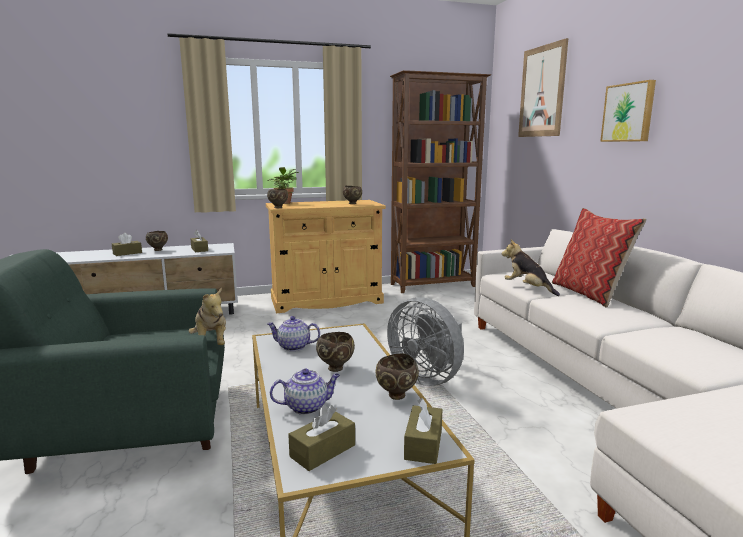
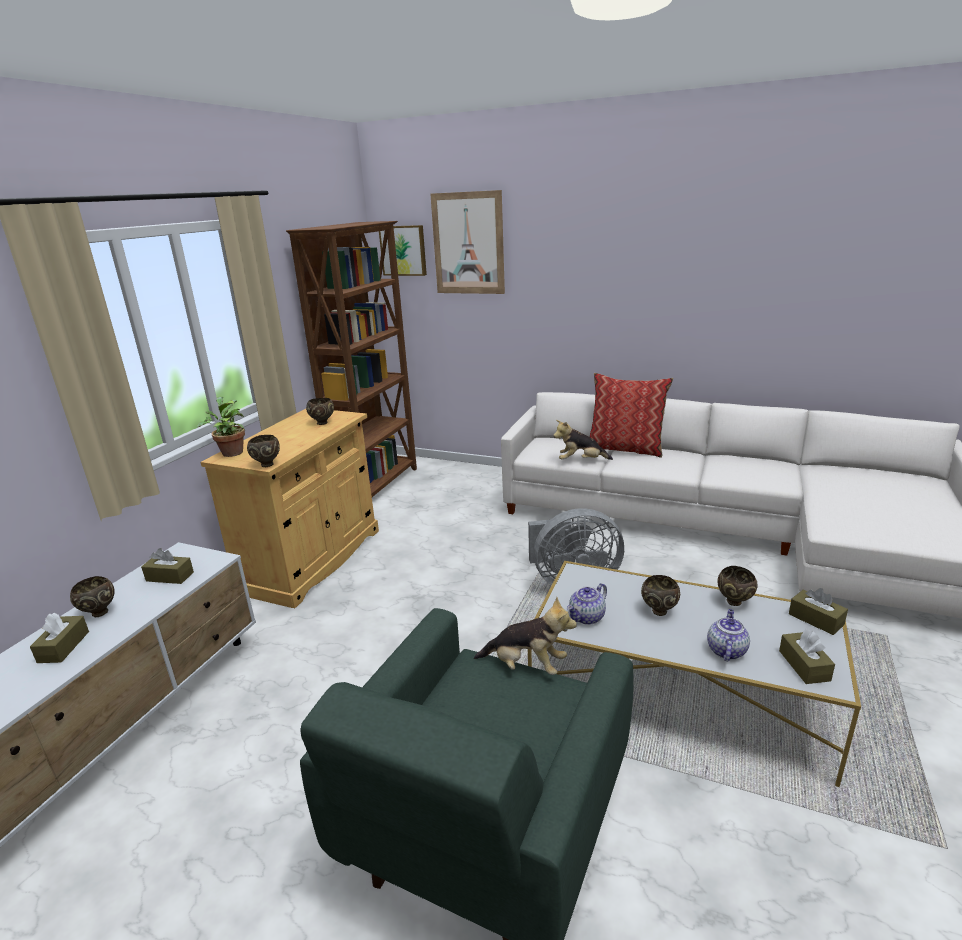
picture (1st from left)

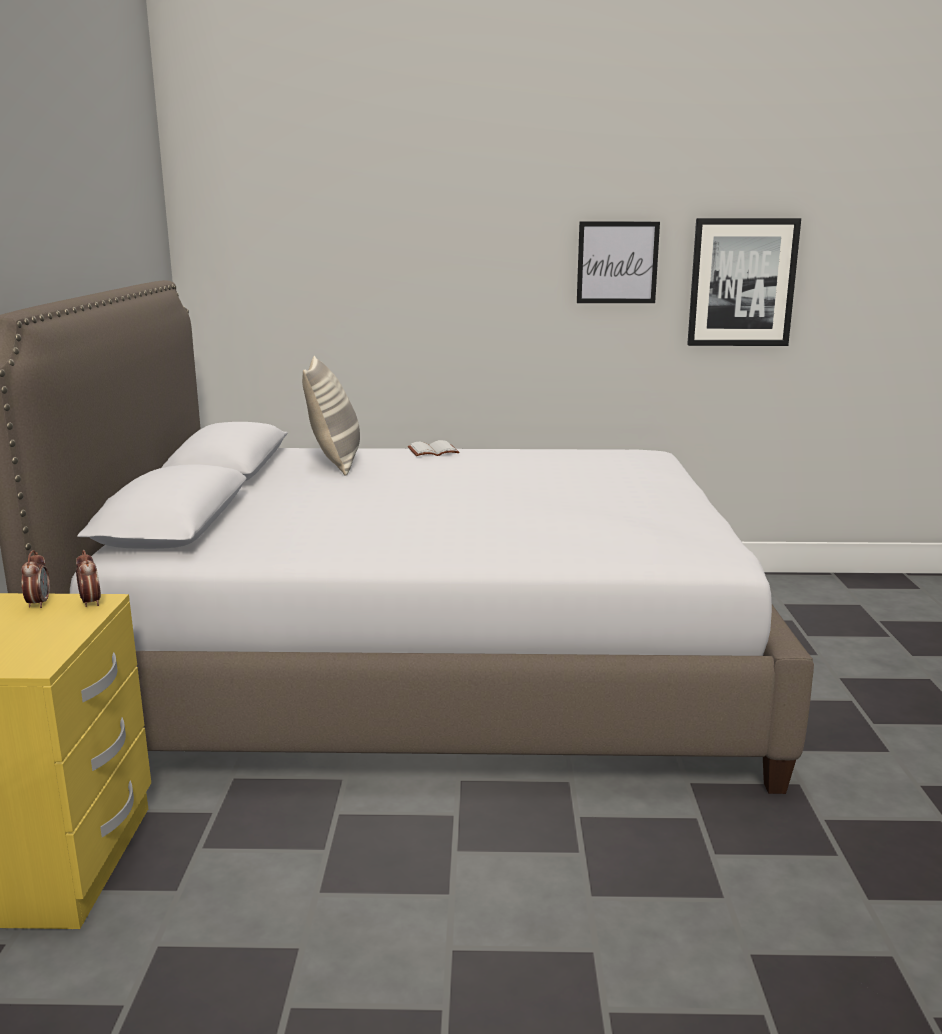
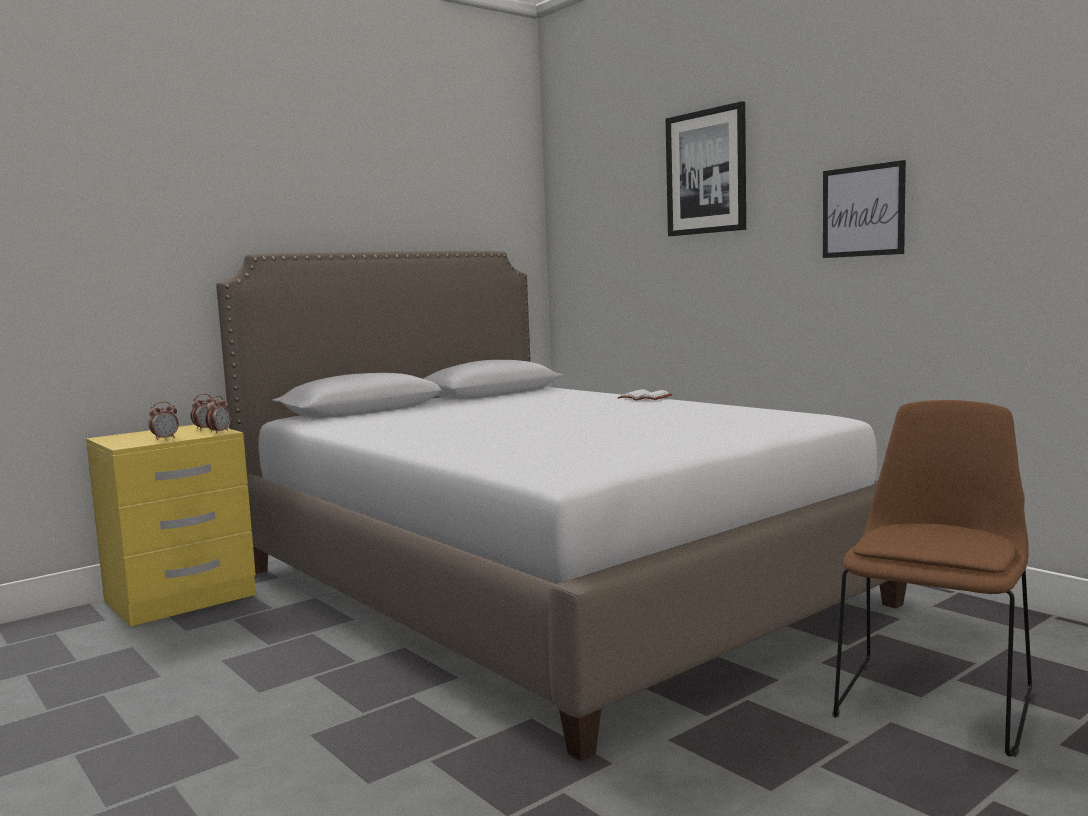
pillow; alarm clock (1st from left); brown chair; picture (1st from left)

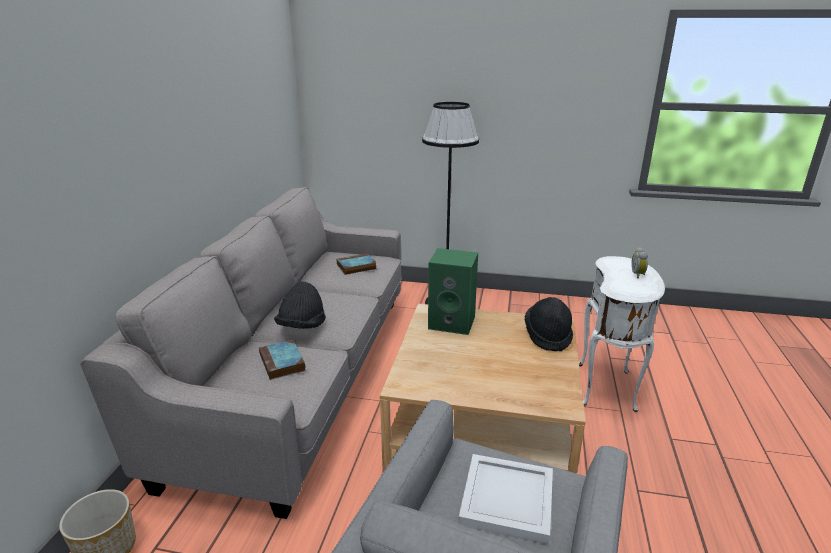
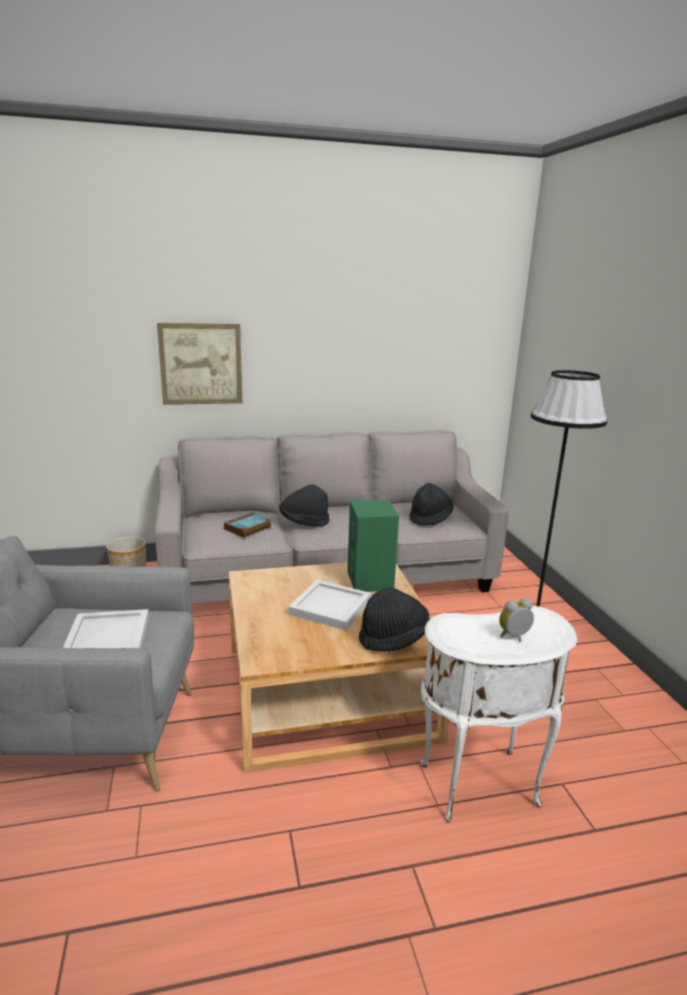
picture; white tray (2nd from left); black hat (3rd from left)

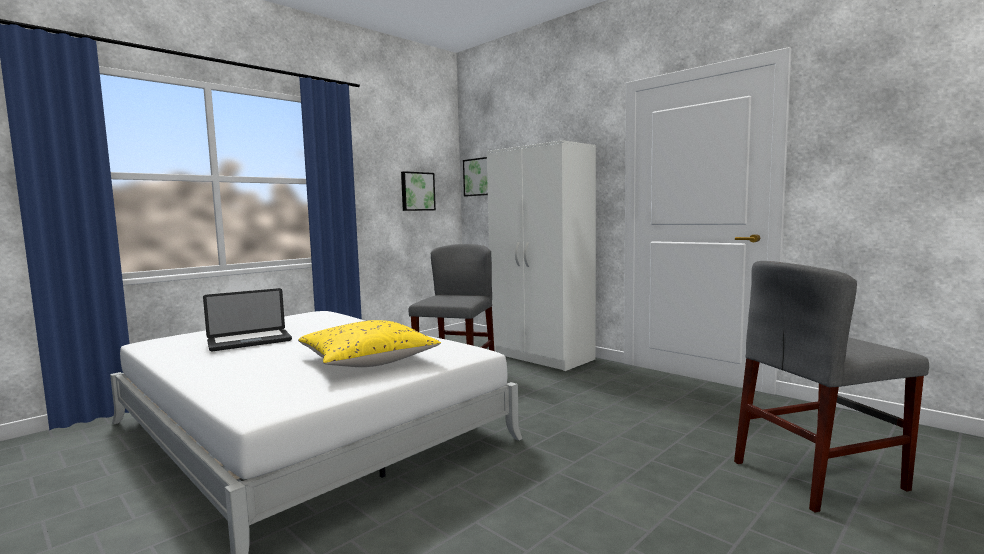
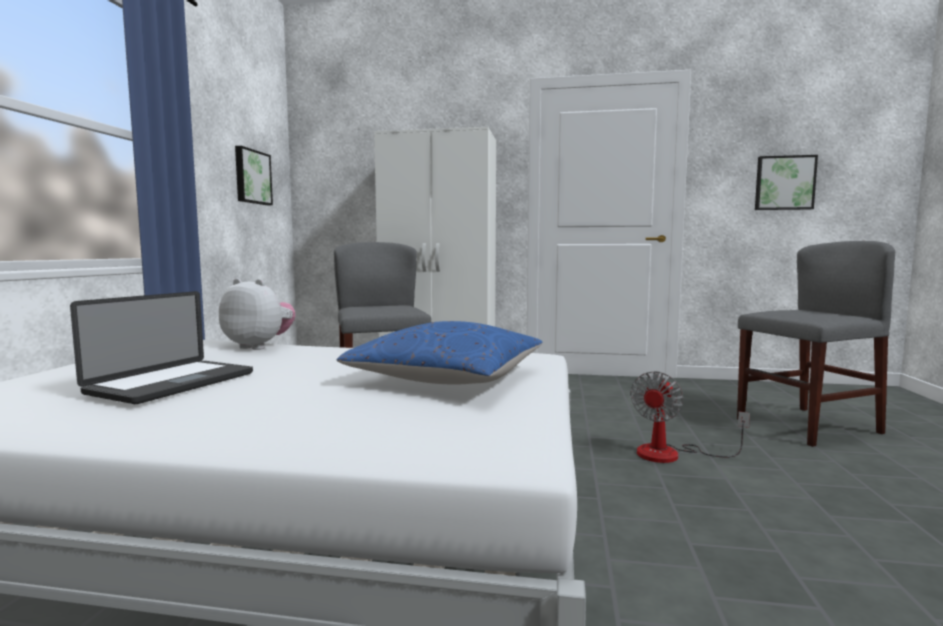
plush toy; fan; picture (2nd from left); blue pillow; grey chair (2nd from left)

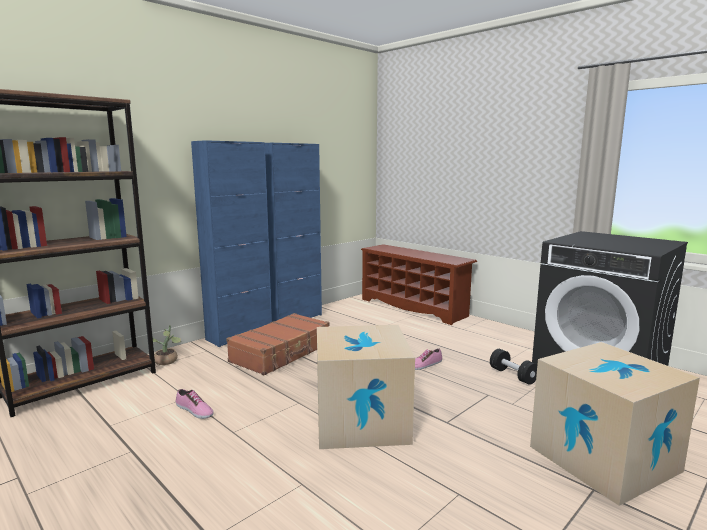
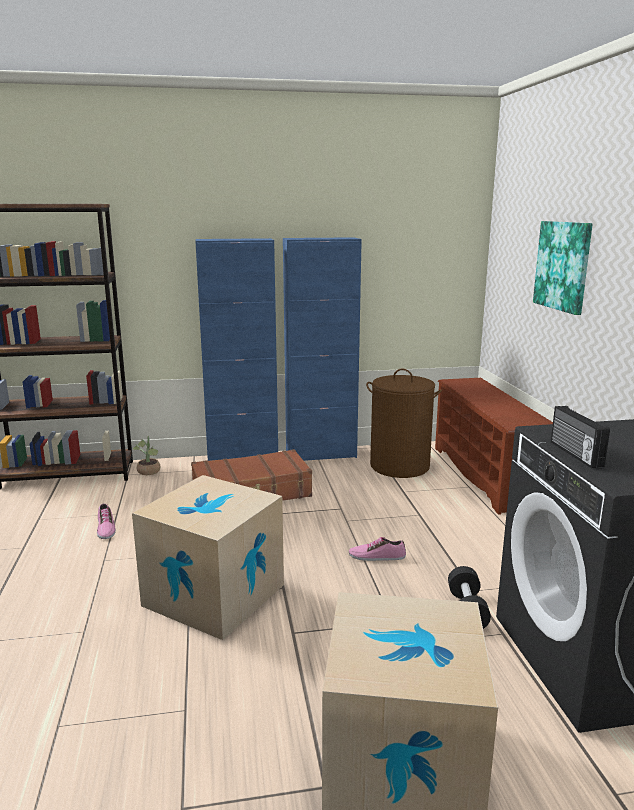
brown laundry basket; picture; radio

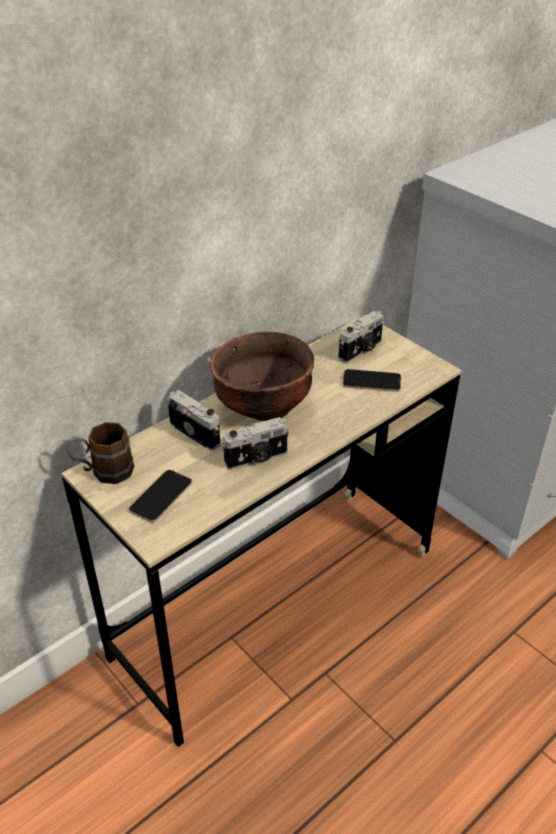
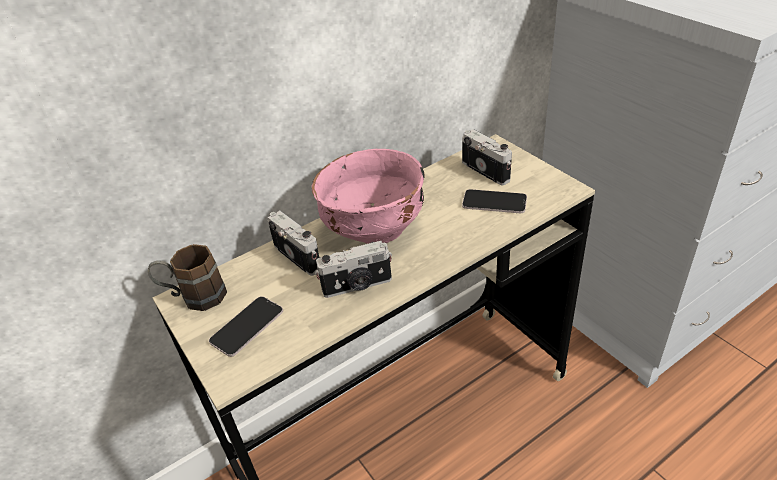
pink bowl; photo camera (3rd from left)

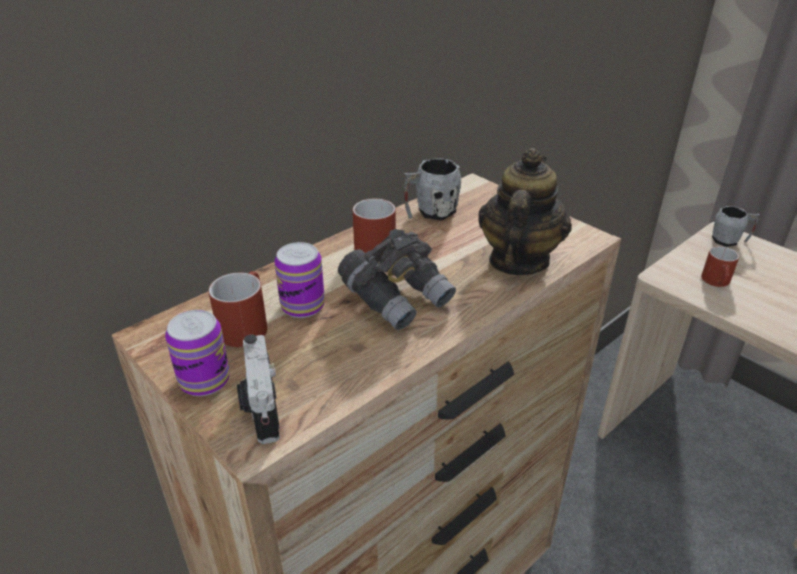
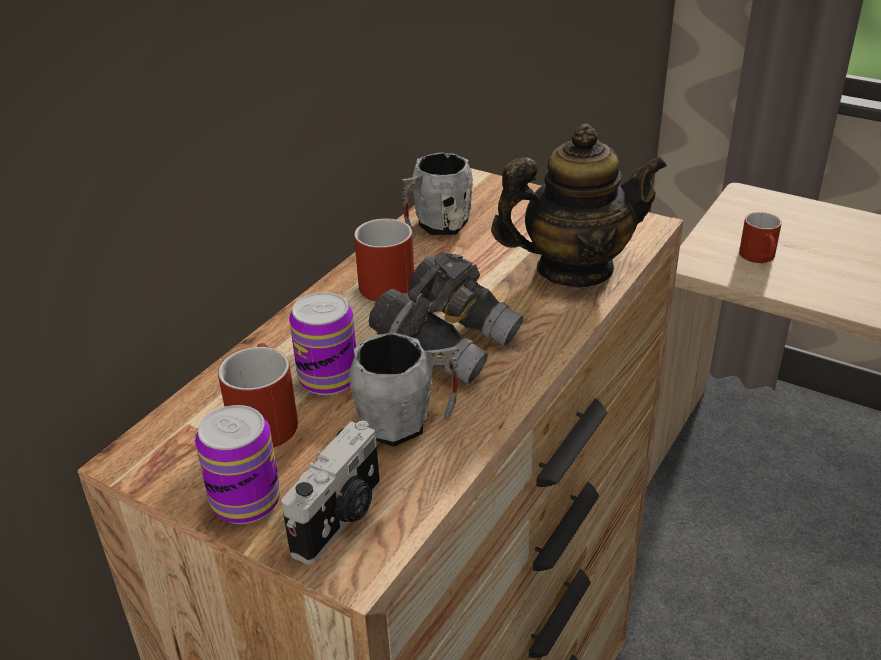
grey mug (1st from left); photo camera; teapot

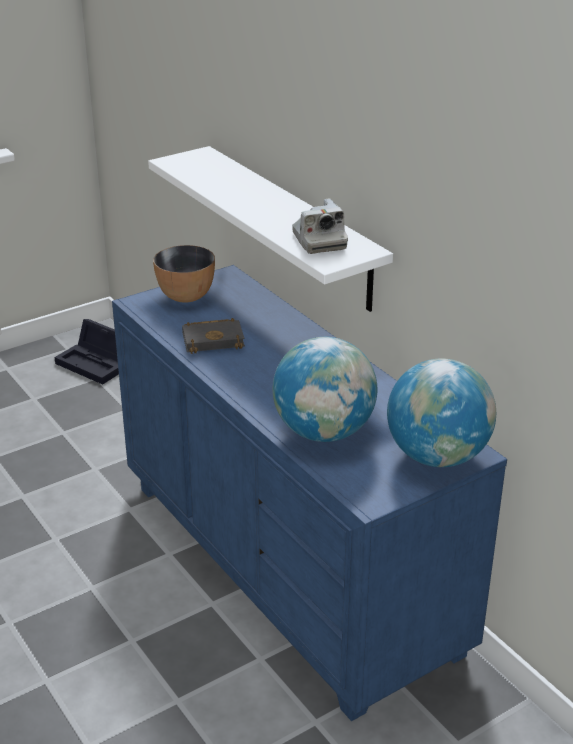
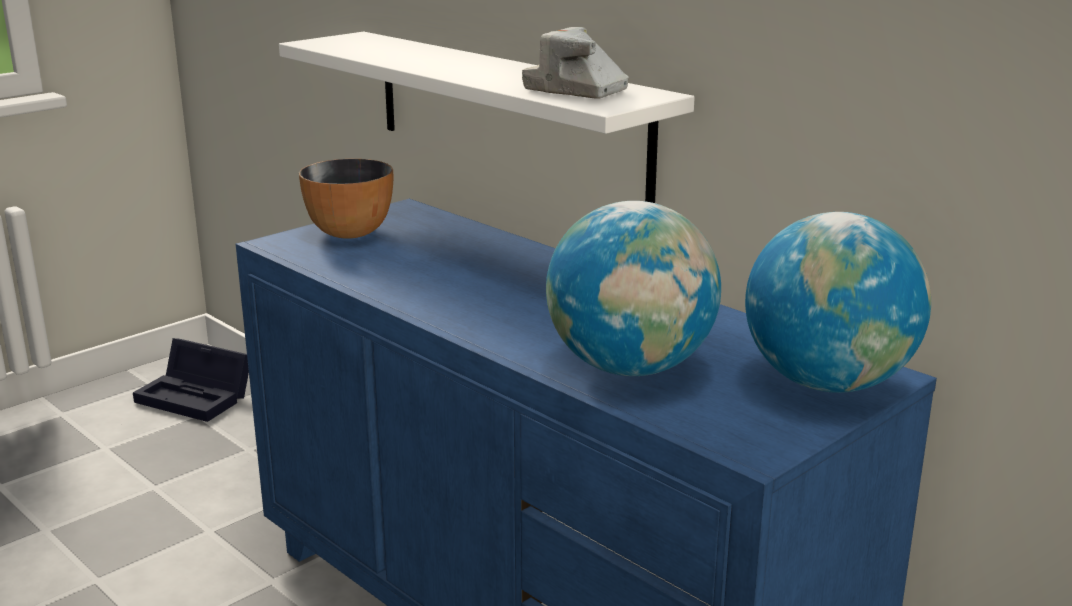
black book; photo camera

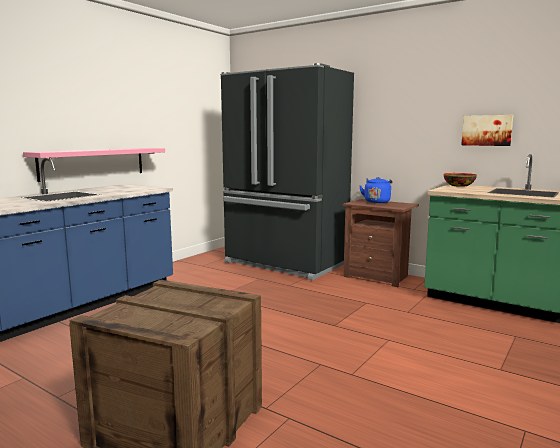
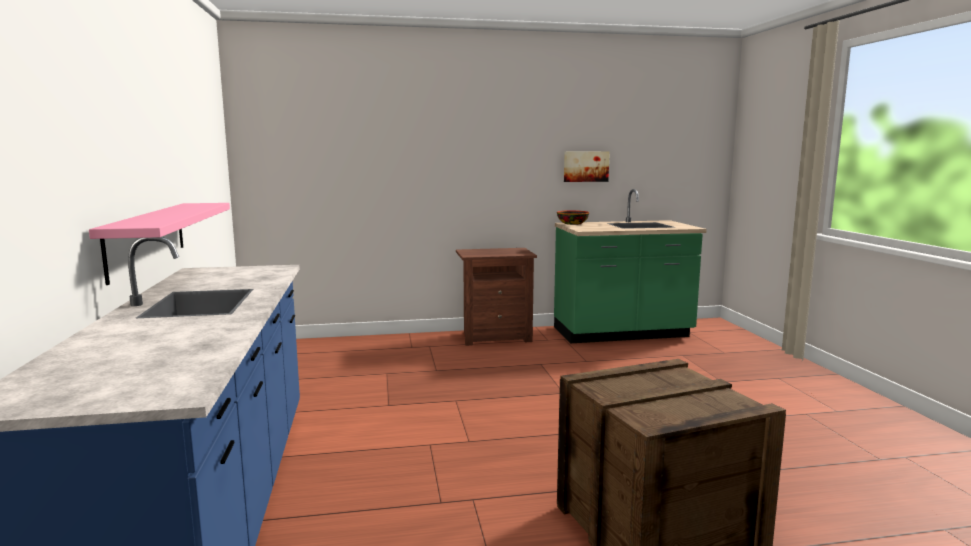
black fridge; blue kettle

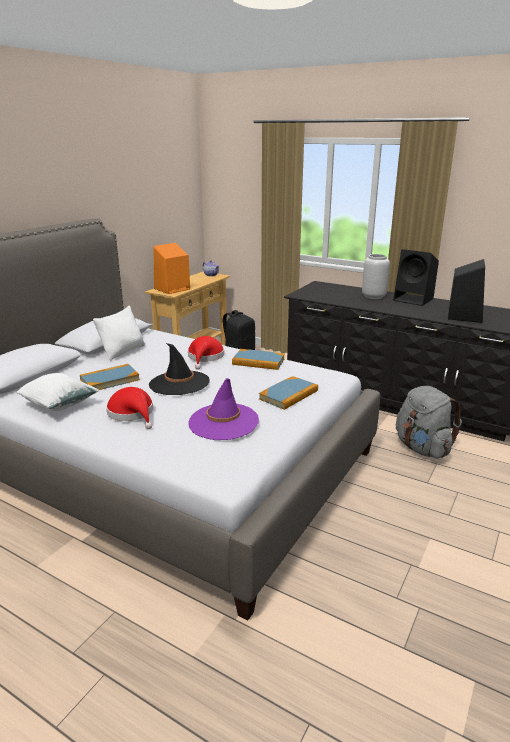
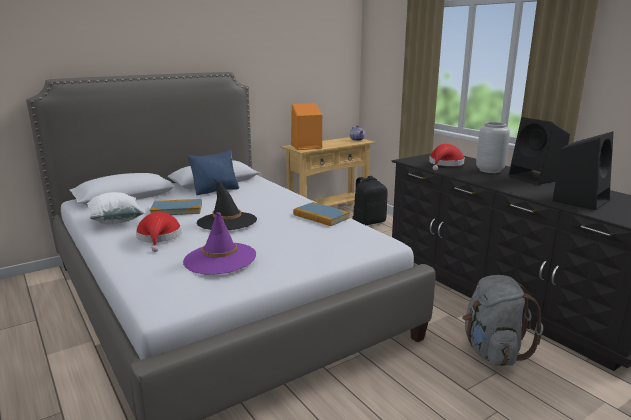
book (3rd from left in the first image); red hat (2nd from left); blue pillow

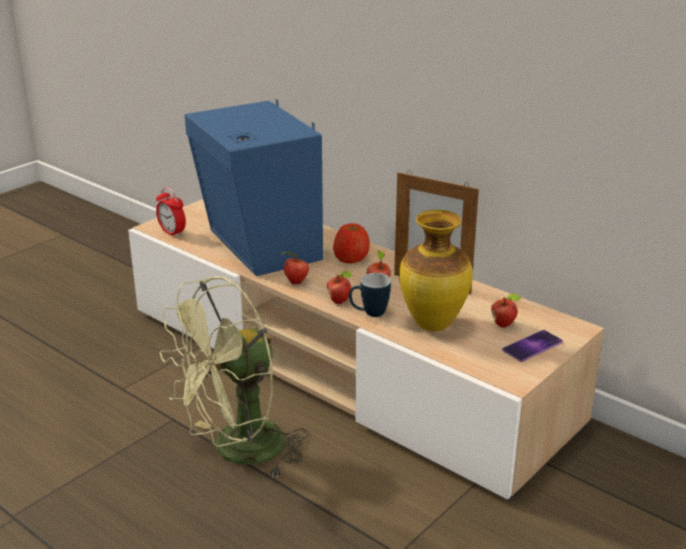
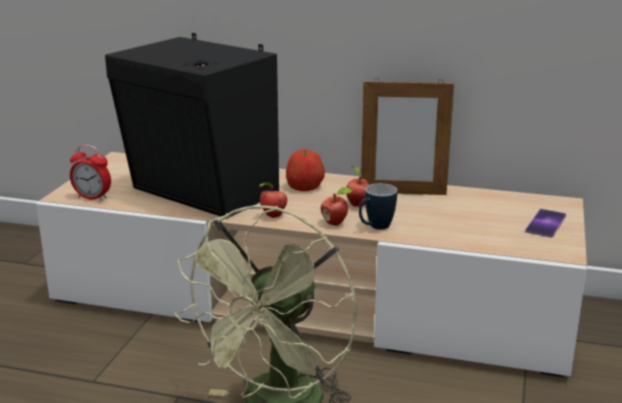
vase; apple (5th from left in the first image); black speaker

